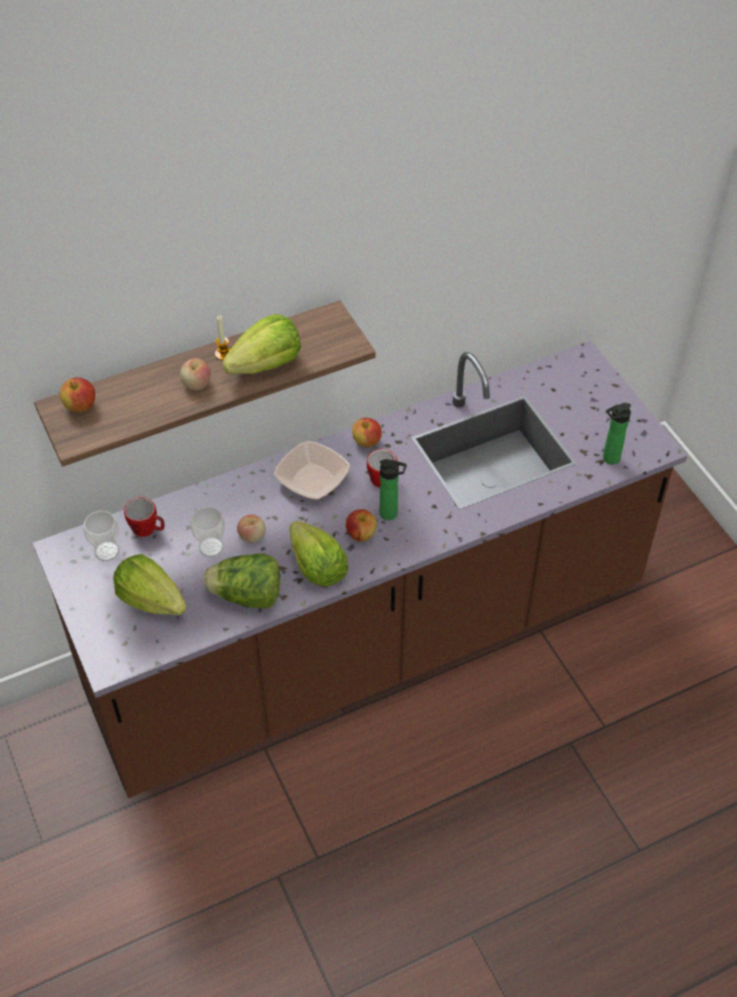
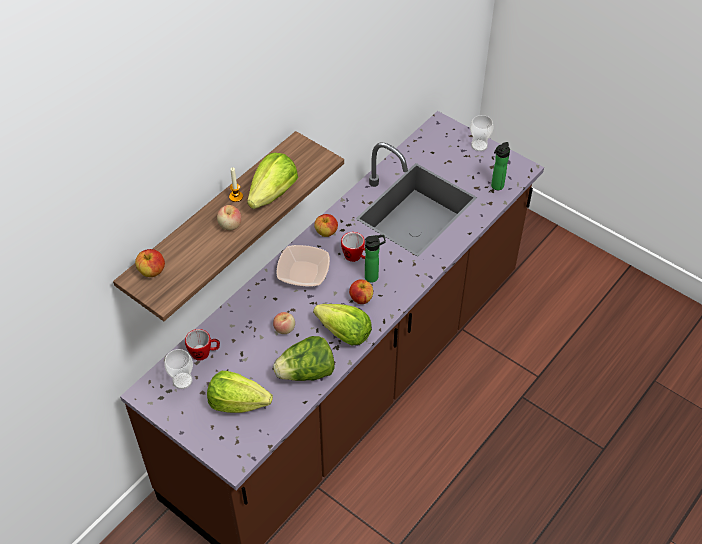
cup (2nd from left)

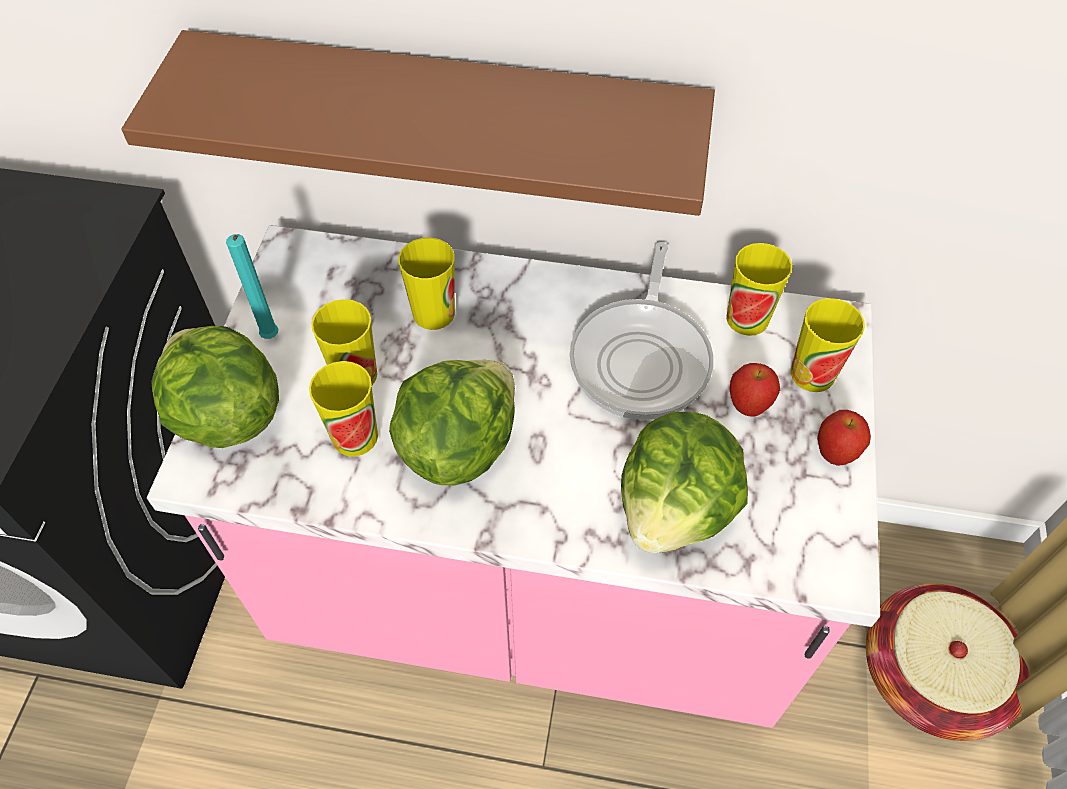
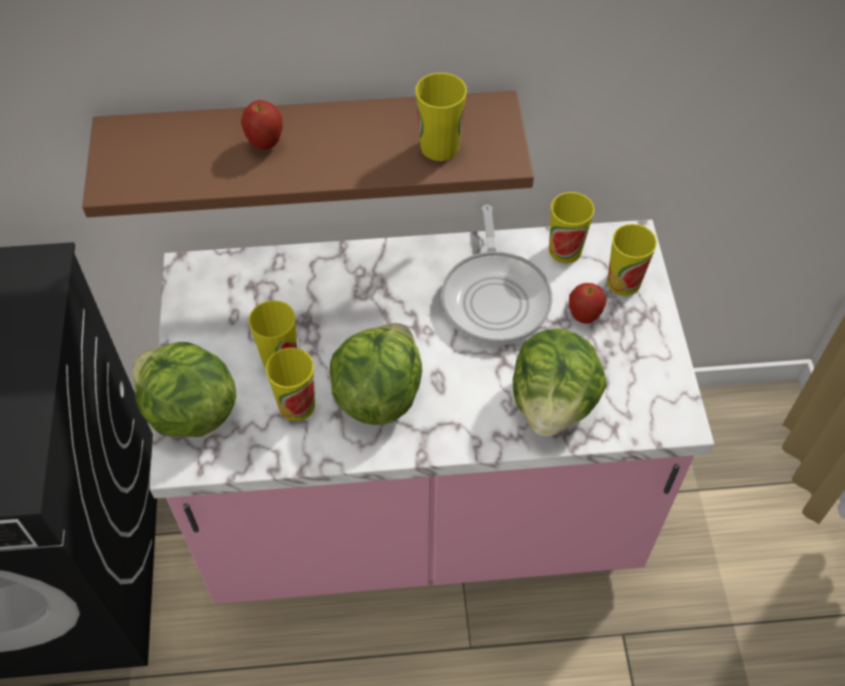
turquoise candle; basket; cup (3rd from left); apple (1st from left)

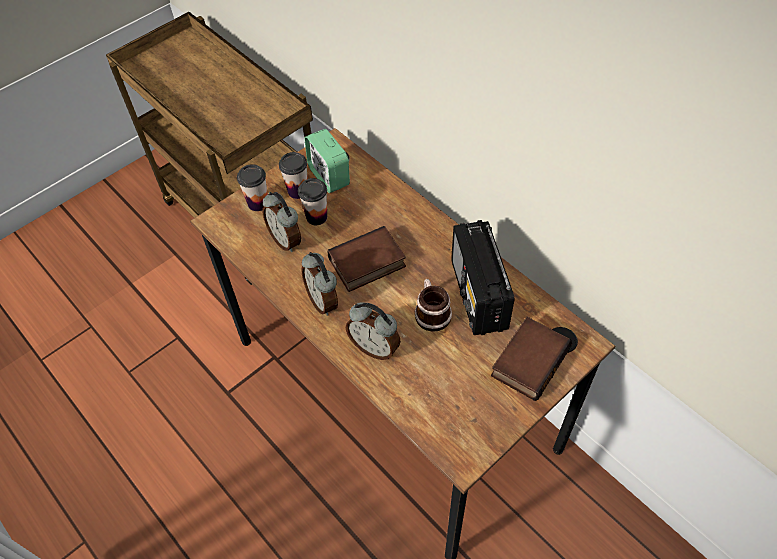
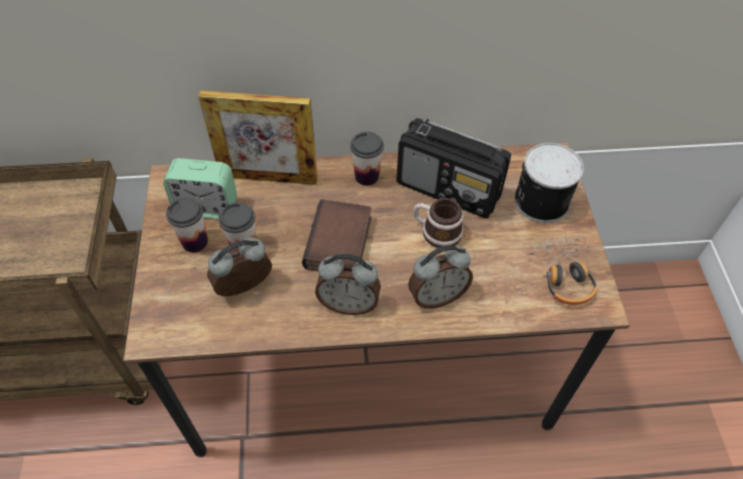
picture frame; headphones; cup (3rd from left); can; alarm clock (2nd from left)

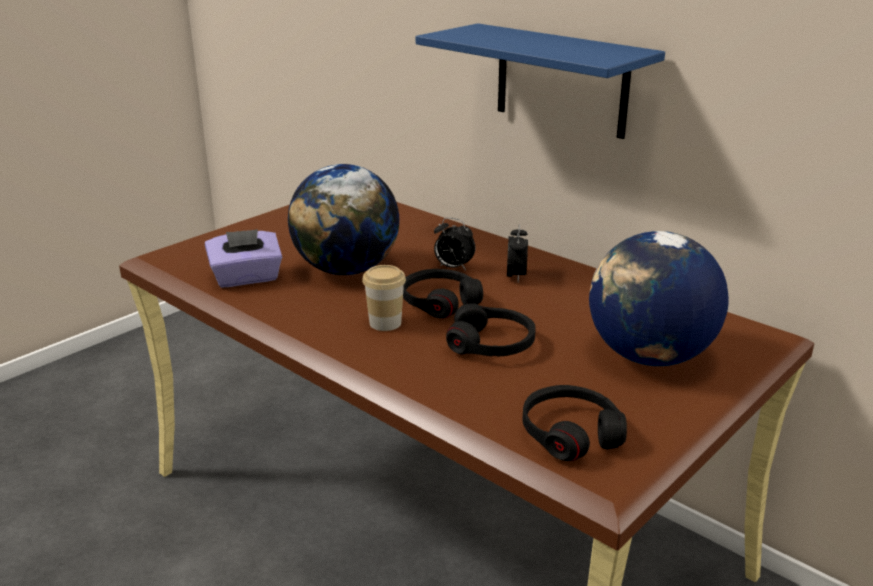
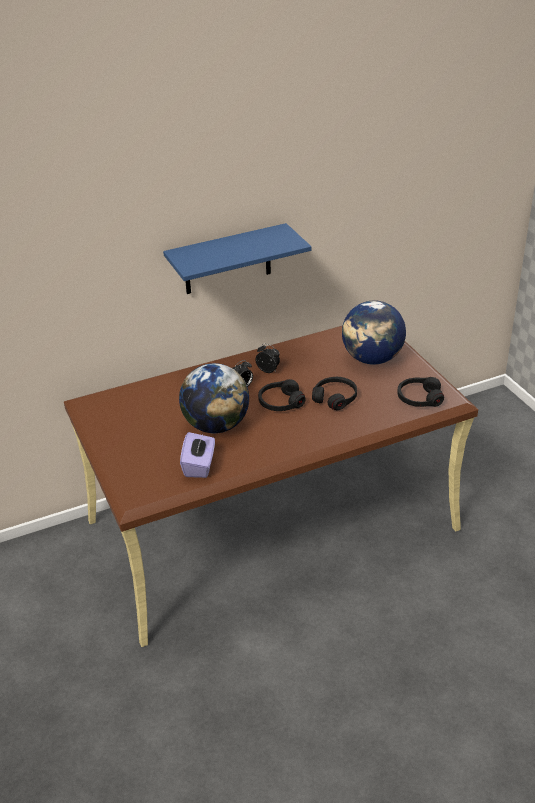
cup

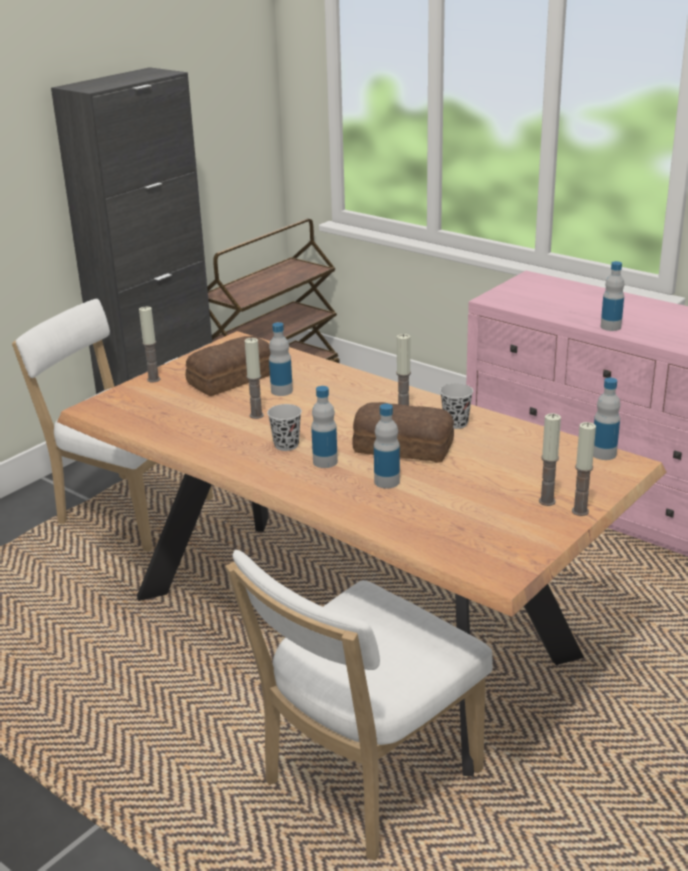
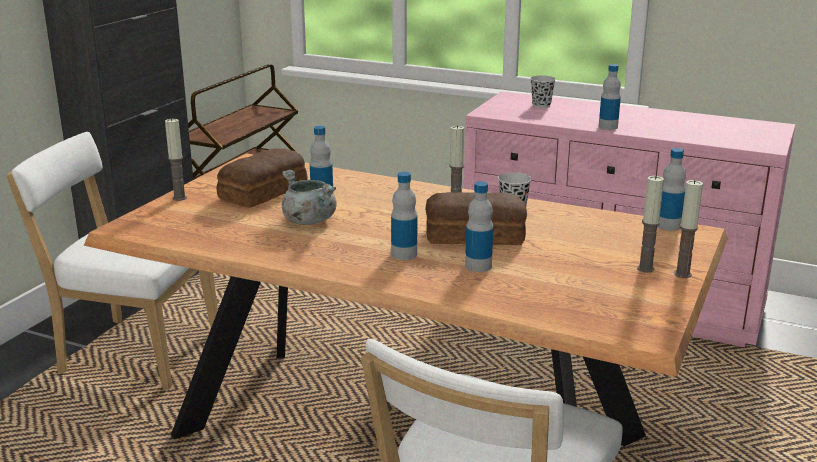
black cup (2nd from left); grey cooking pot

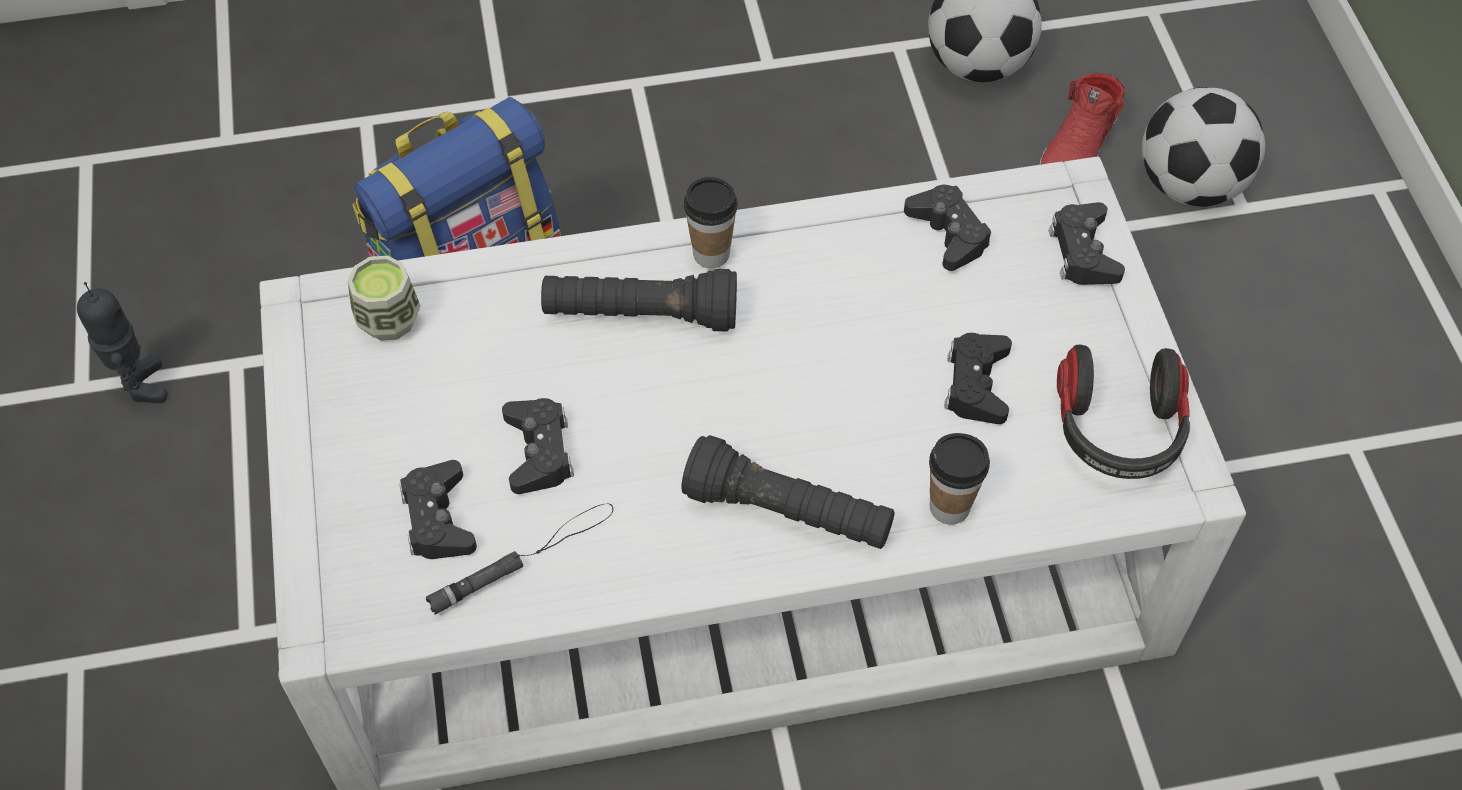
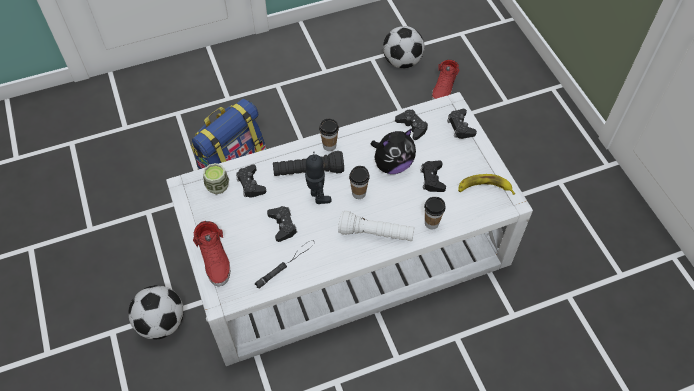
red shoe (1st from left); cup (3rd from left); plush toy; toy robot; black game controller (1st from left); football (1st from left); banana; white flashlight

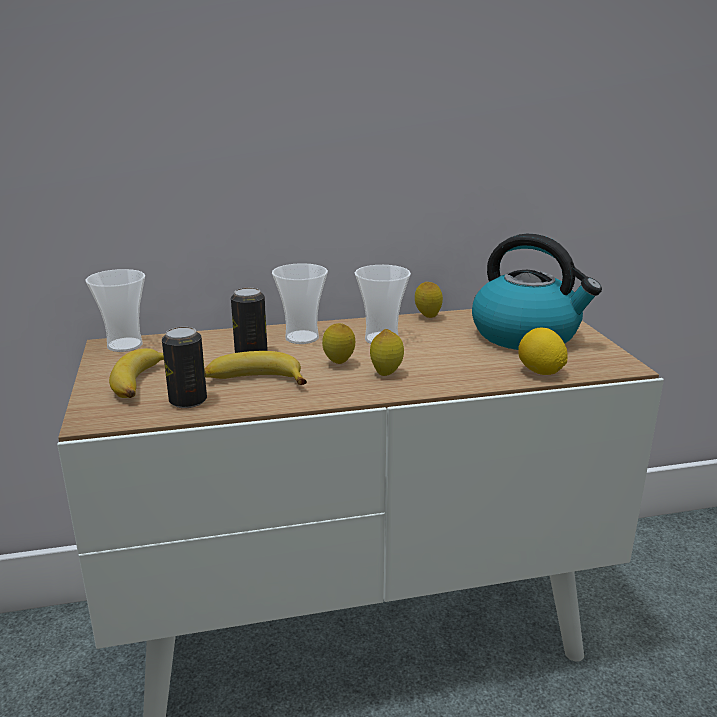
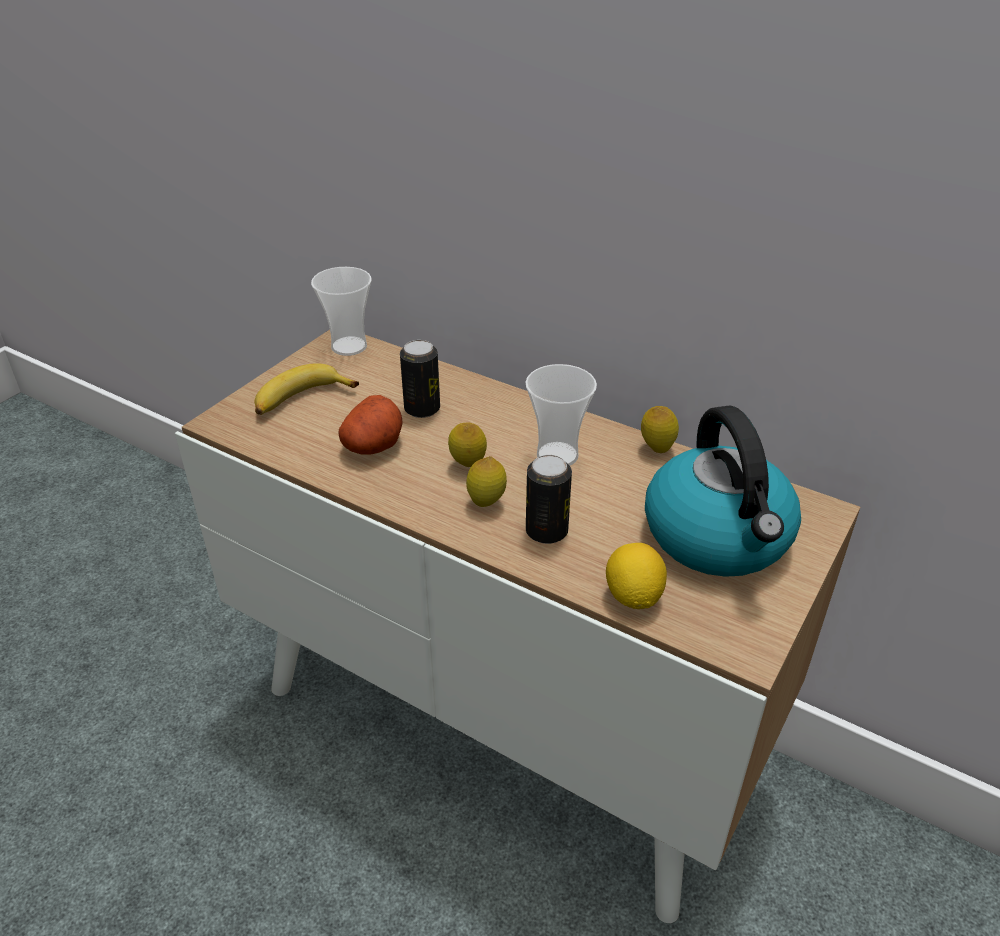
cup (2nd from left in the first image); can (2nd from left); potato

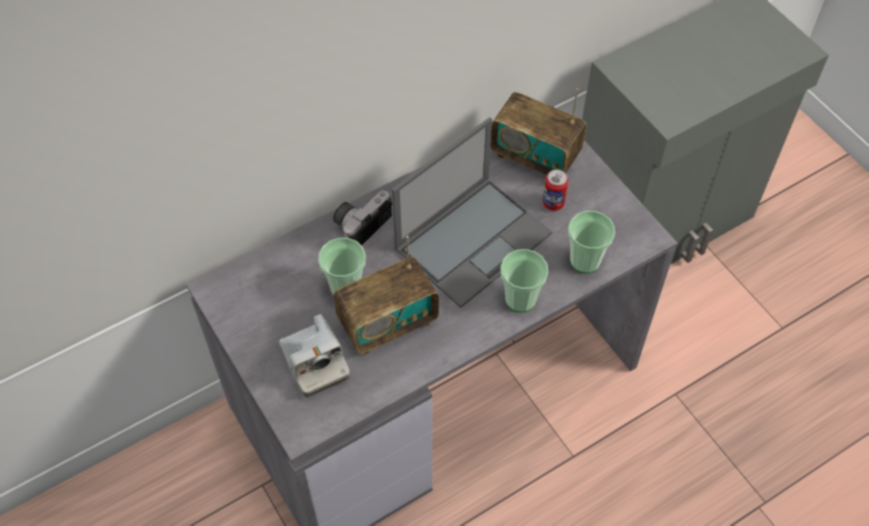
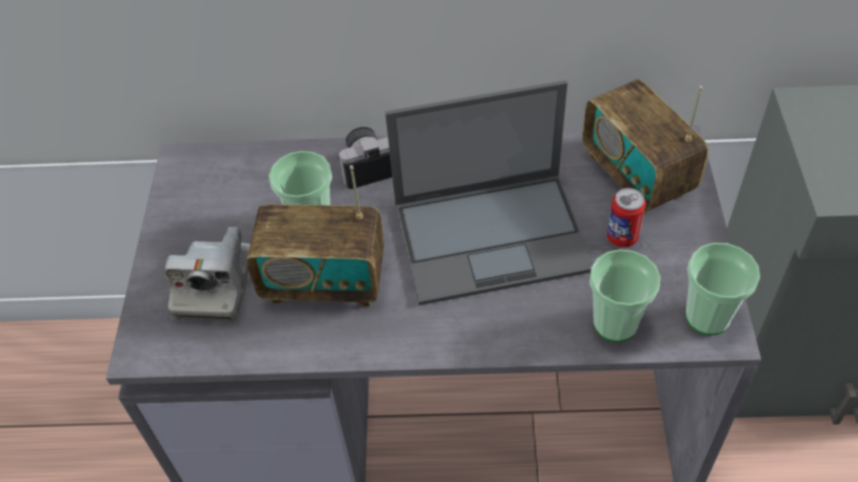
cup (3rd from left)

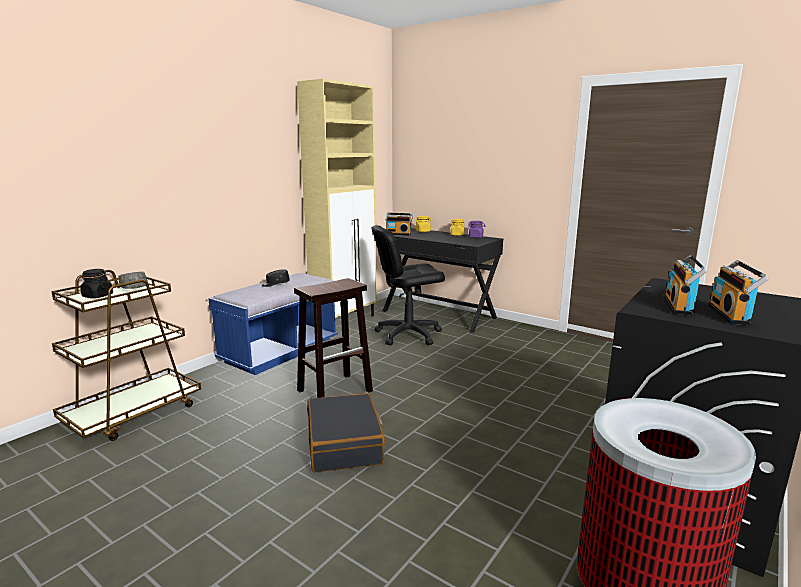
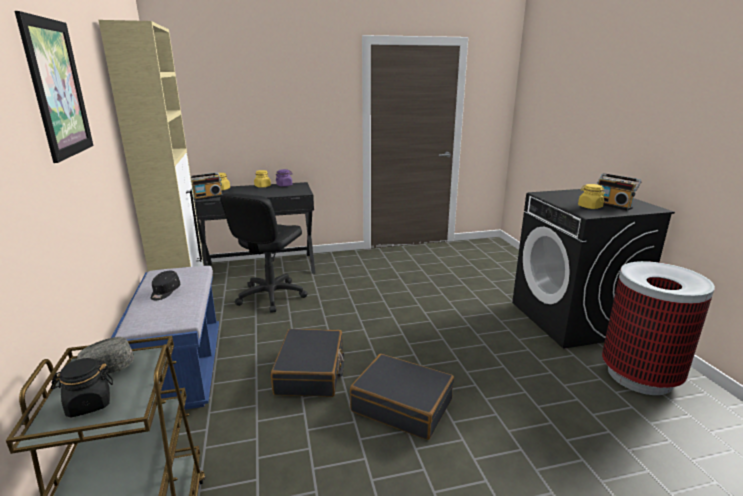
picture; black suitcase (1st from left); yellow jar (3rd from left)

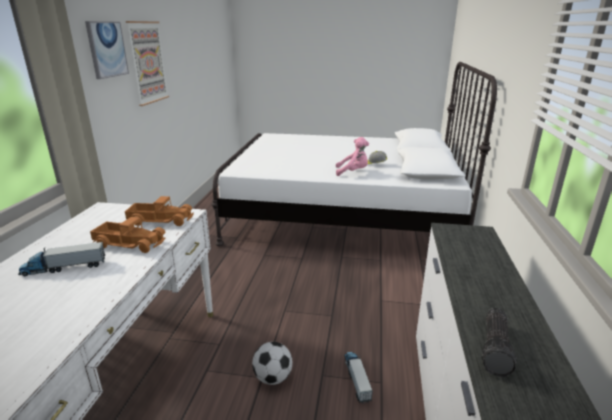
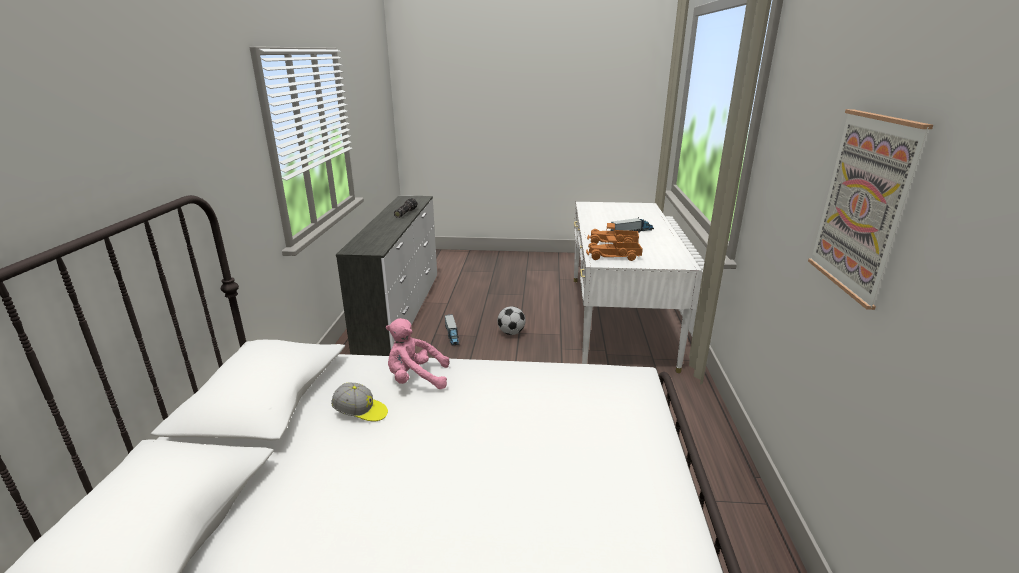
picture (1st from left in the first image)

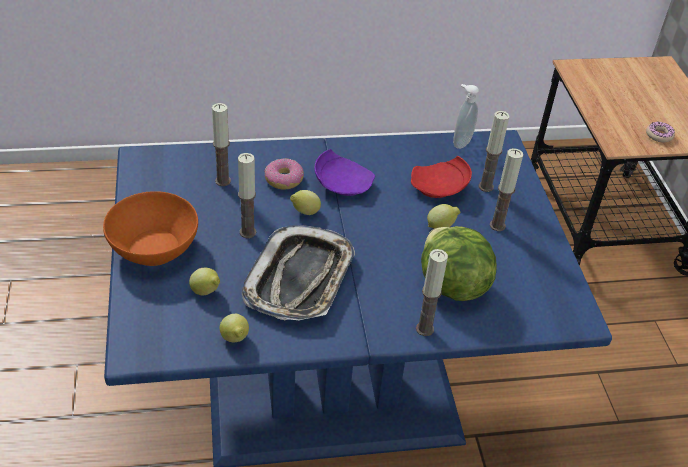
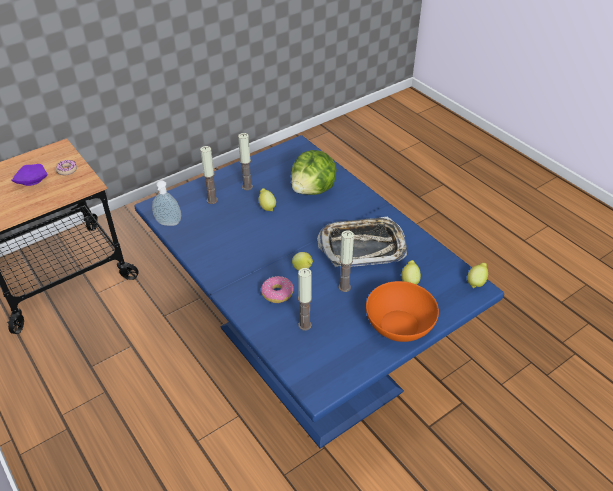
red plate; candle (3rd from left in the first image); lemon (4th from left); purple plate

